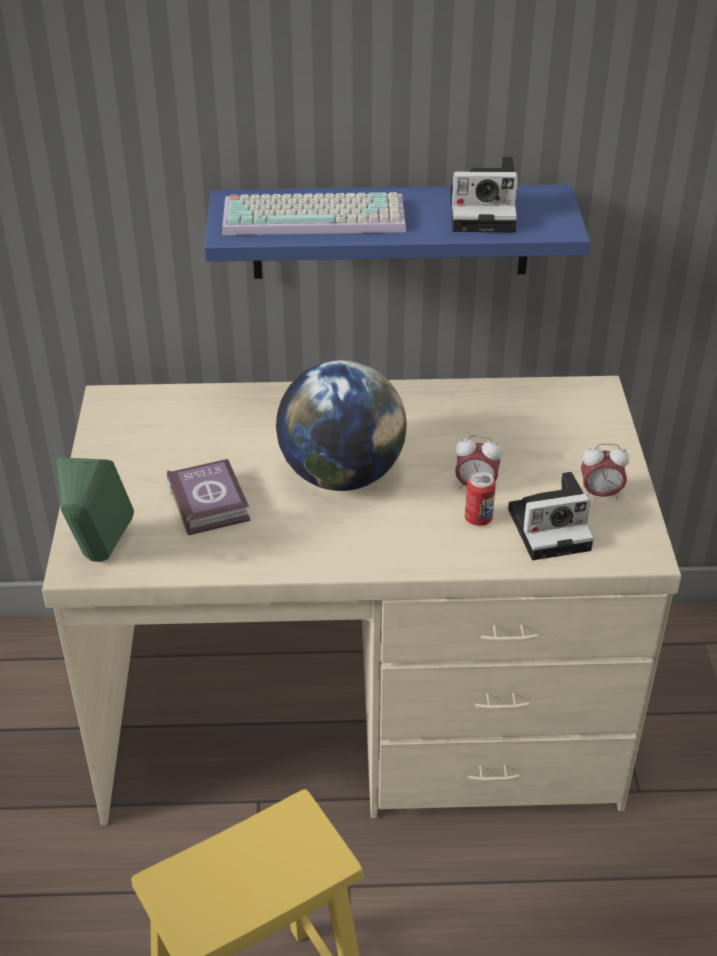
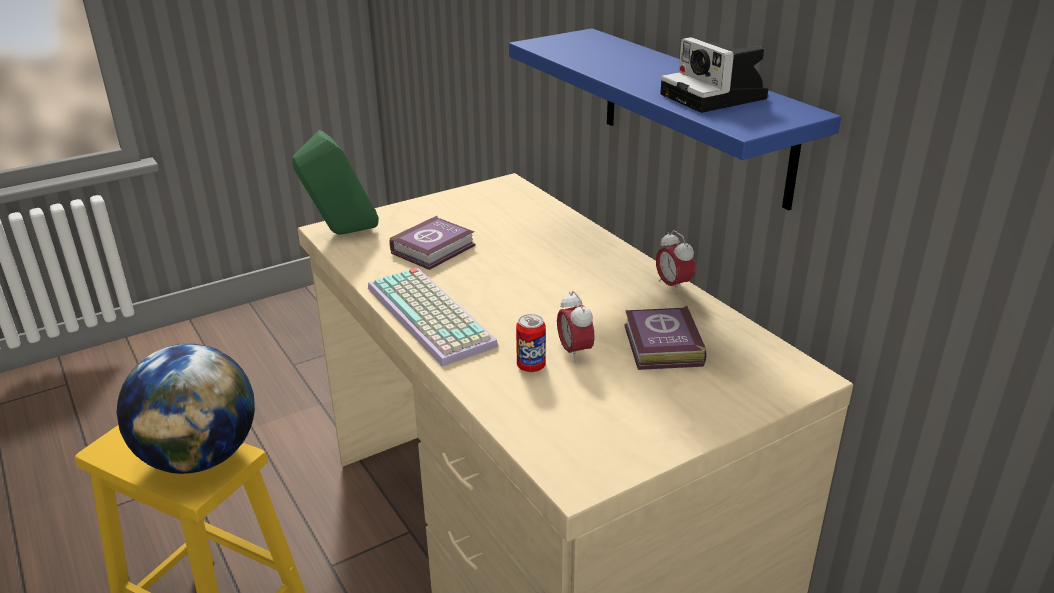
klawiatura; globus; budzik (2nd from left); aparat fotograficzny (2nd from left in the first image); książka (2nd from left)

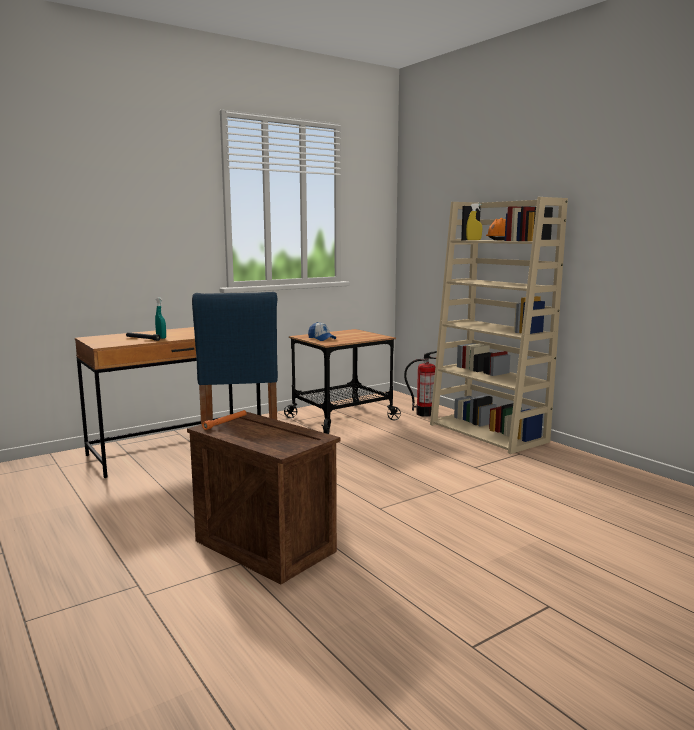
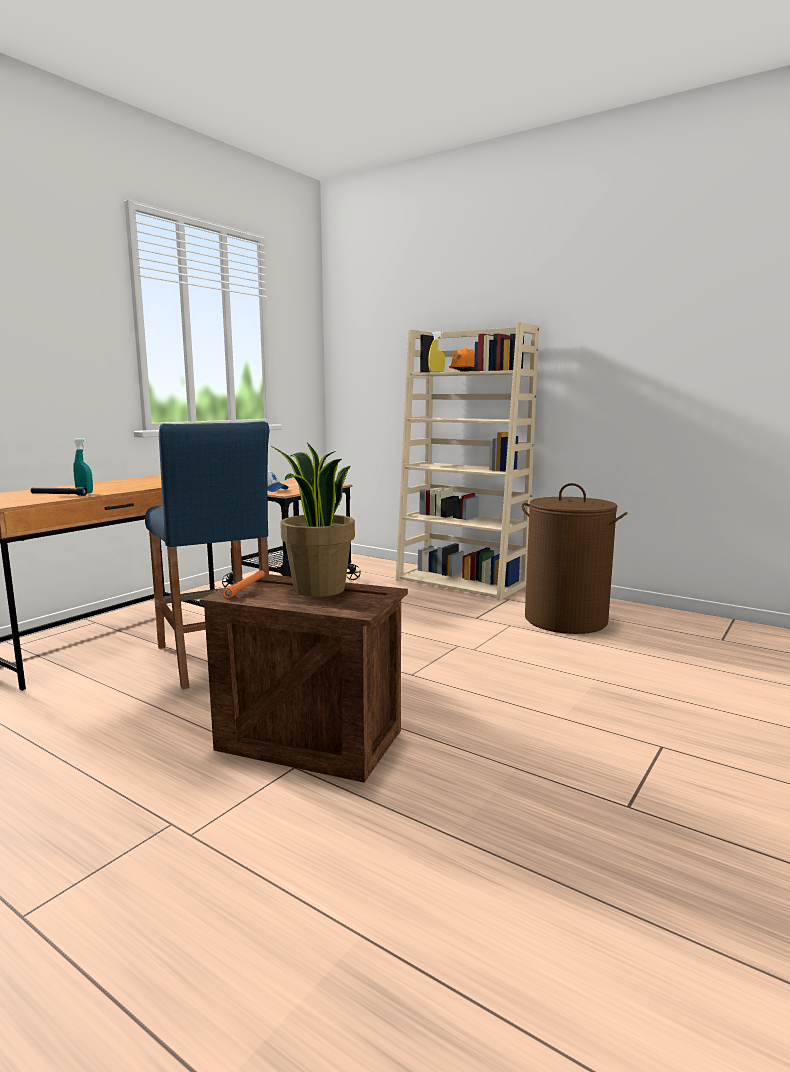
gaśnica; roślina doniczkowa; kosz na pranie (brązowy)

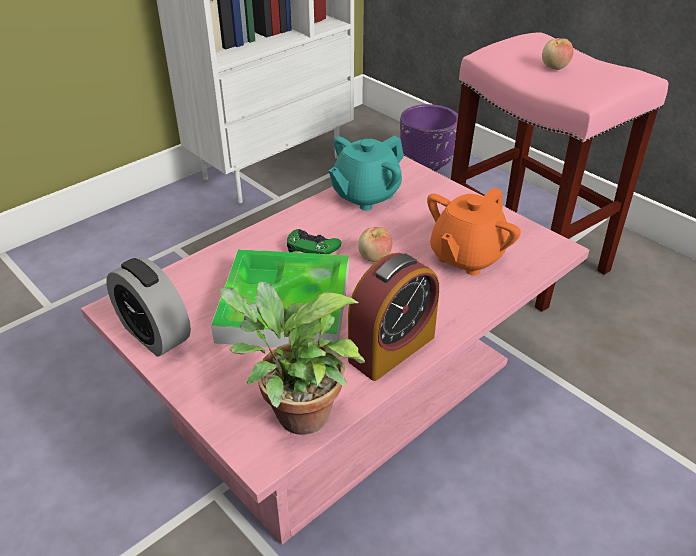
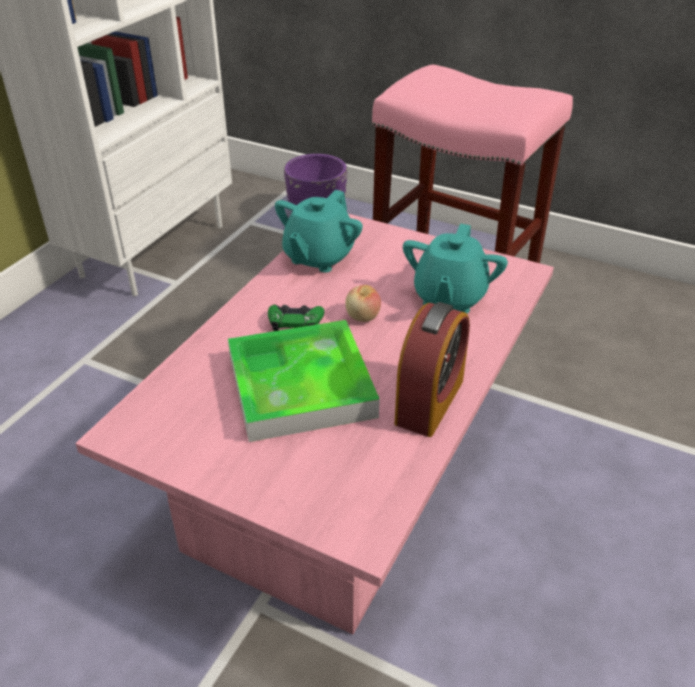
jabłko (2nd from left in the first image); imbryk (turkusowy) (2nd from left); budzik (1st from left in the first image); roślina doniczkowa

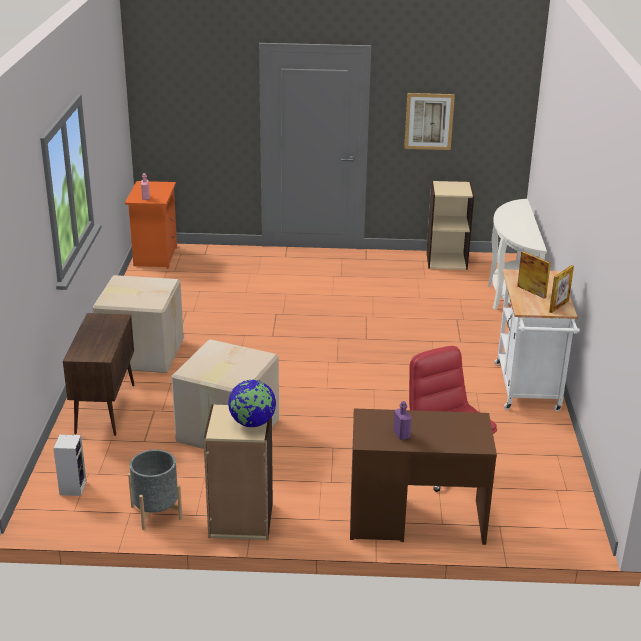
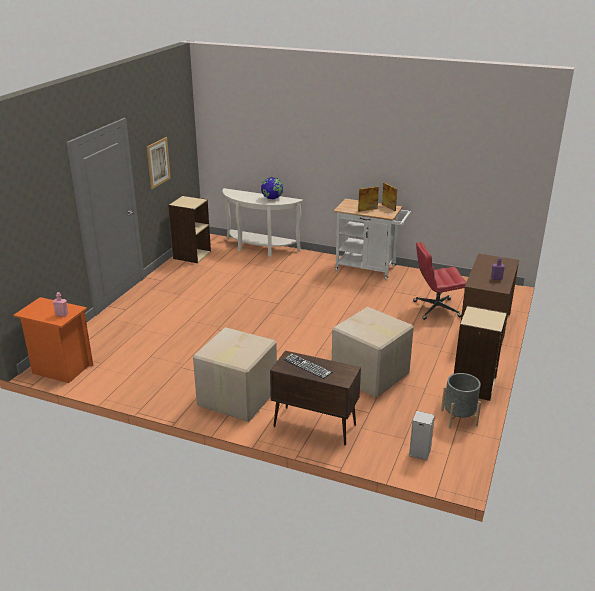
globus; klawiatura

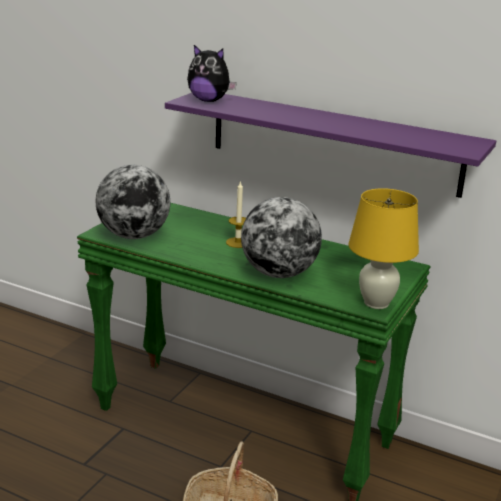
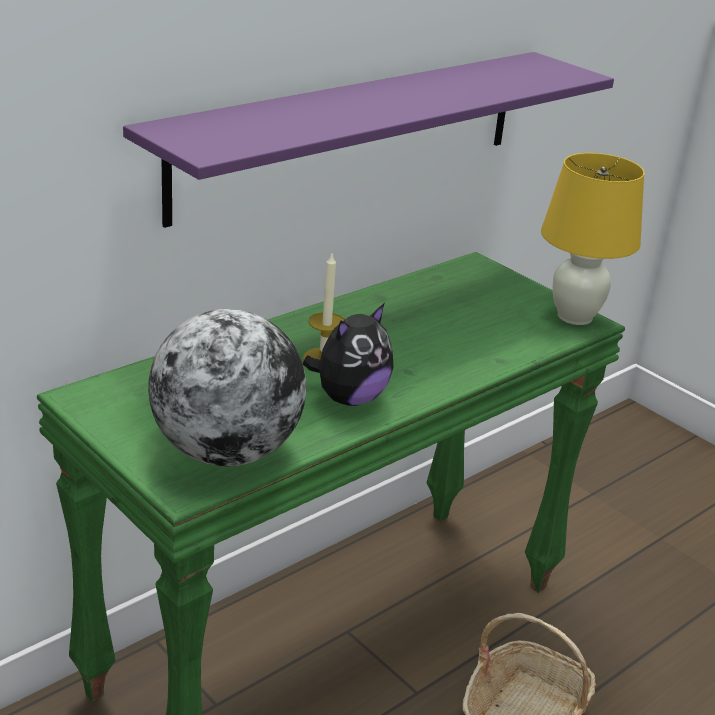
pluszak; globus (2nd from left in the first image)

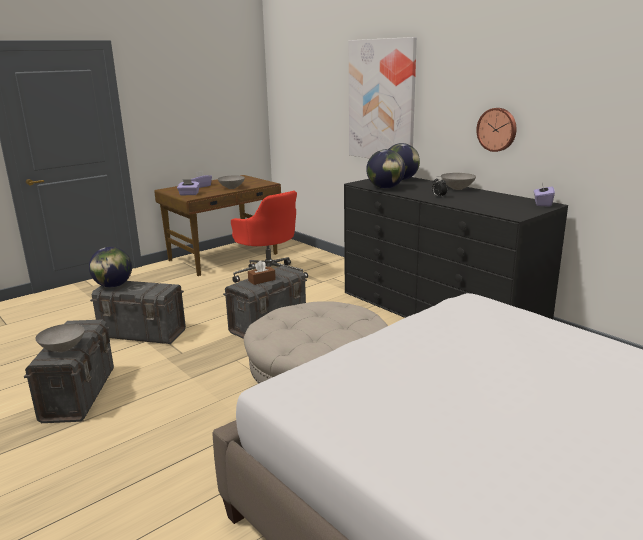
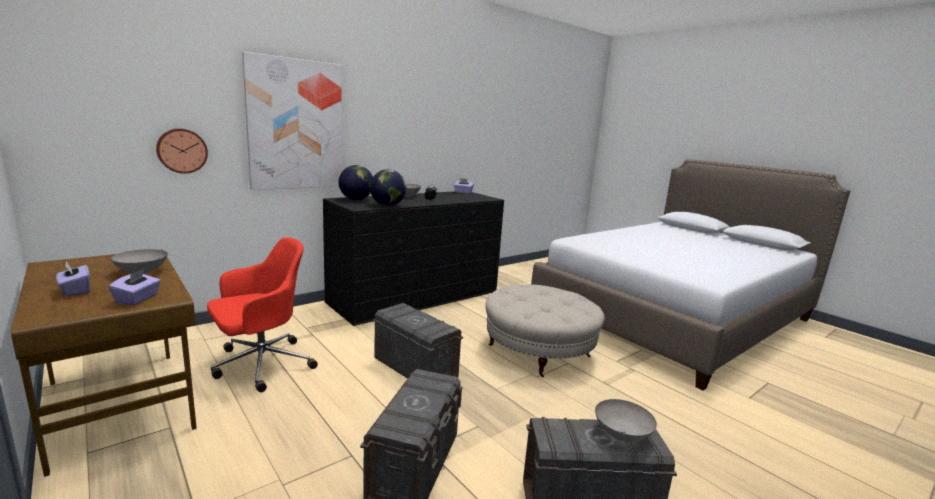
zegar ścienny; globus (1st from left in the first image); pudełko chusteczek (brązowy)

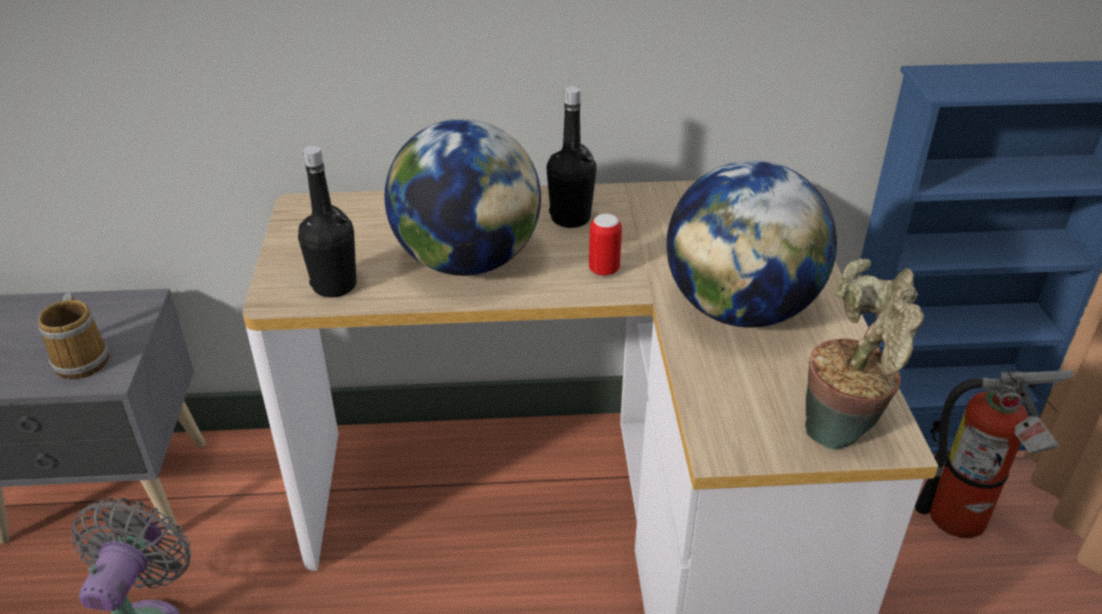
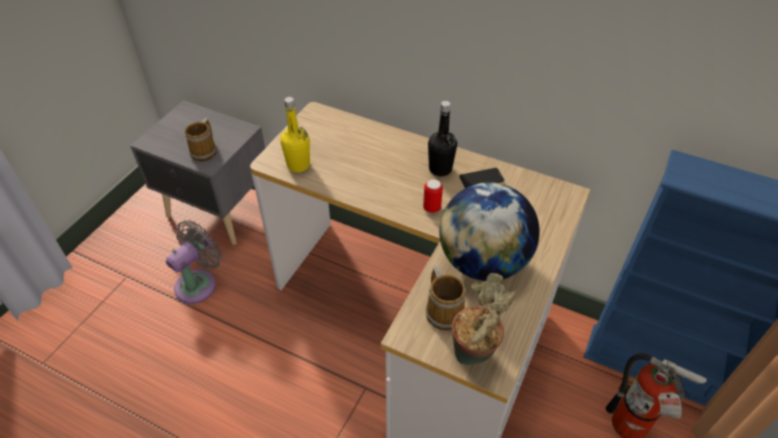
globus (1st from left in the first image); butelka (żółty); telefon; kubek (2nd from left)

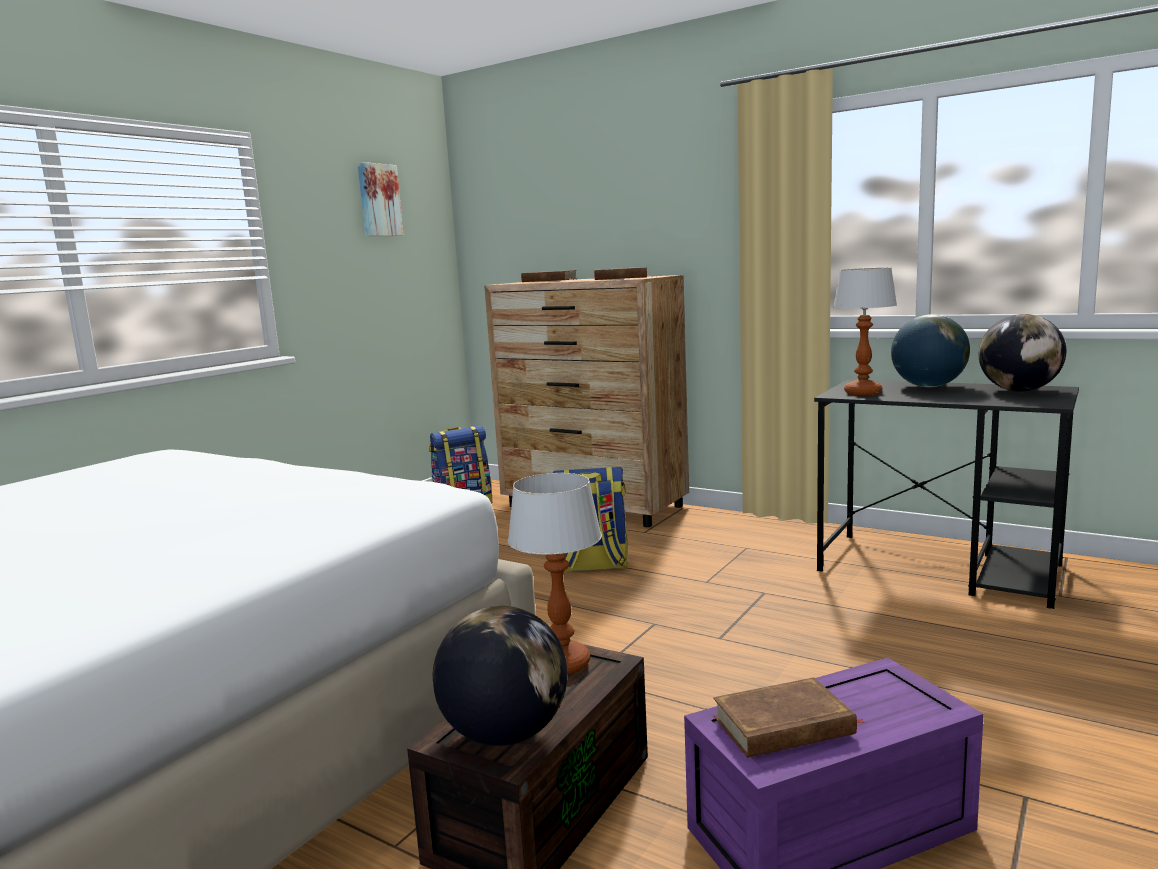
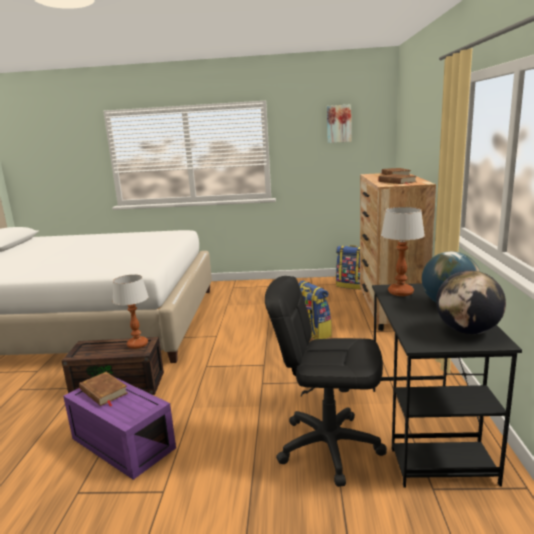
globus (1st from left in the first image); krzesło biurowe (czarny)

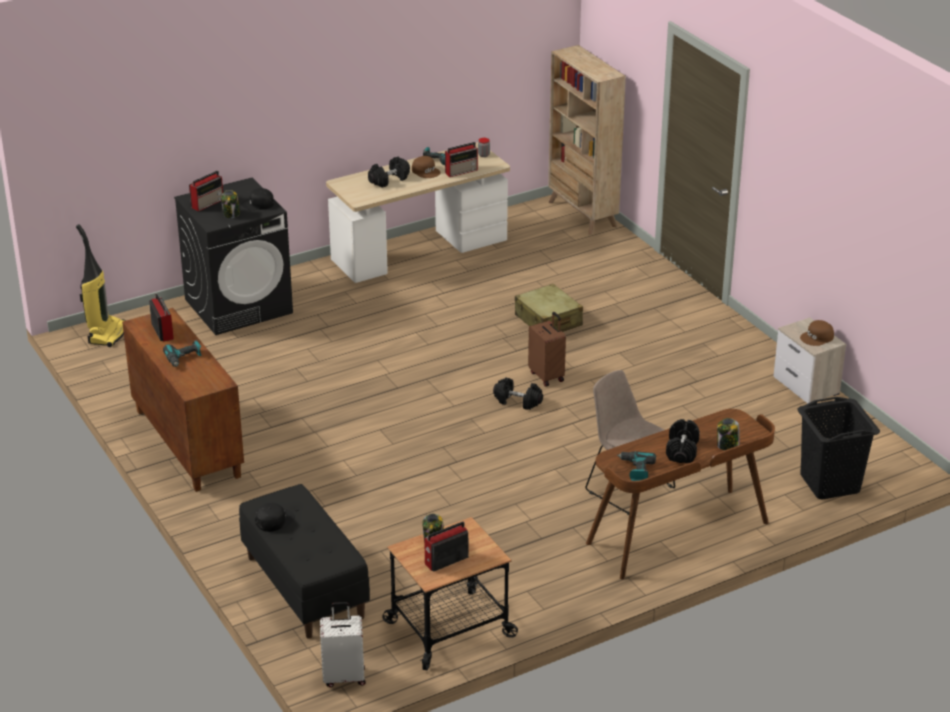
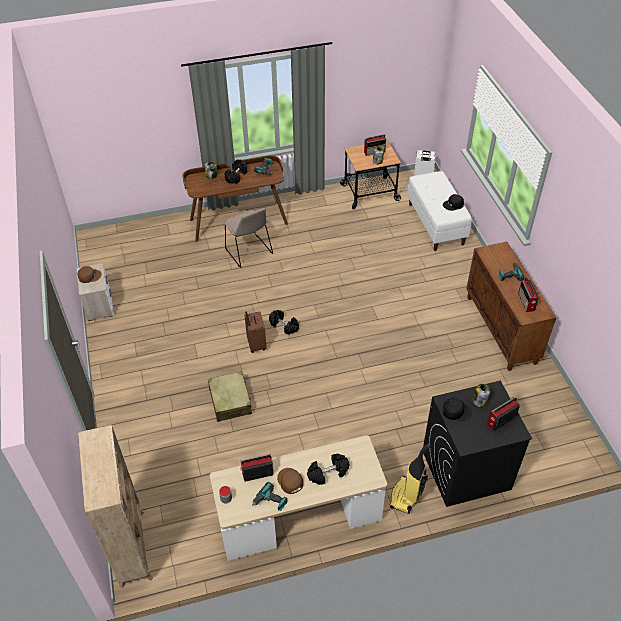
odkurzacz; kosz na pranie (czarny); ławka (biały)

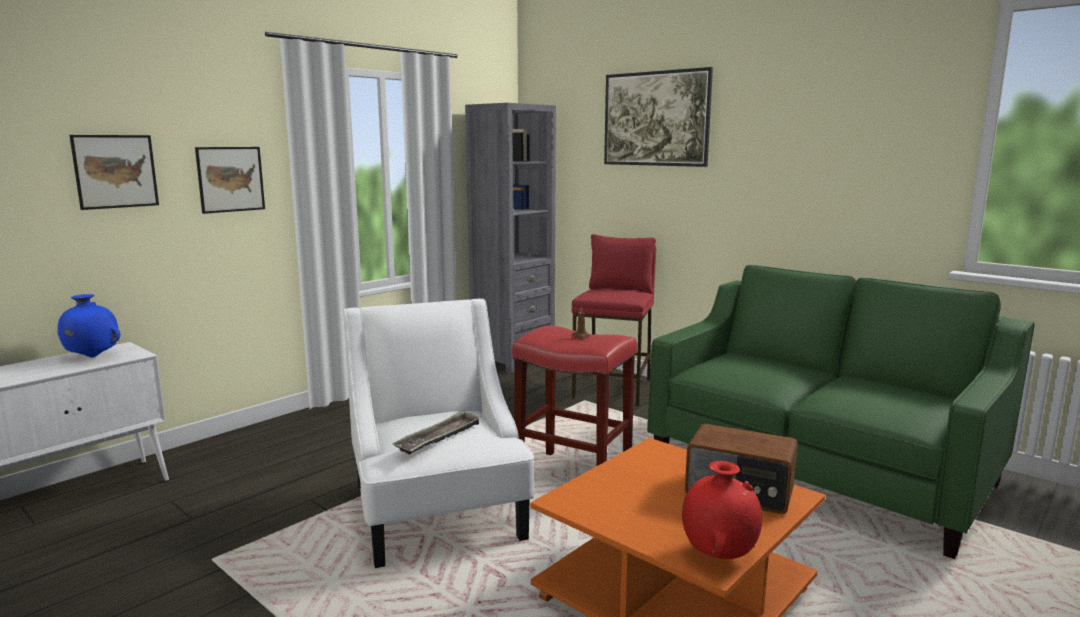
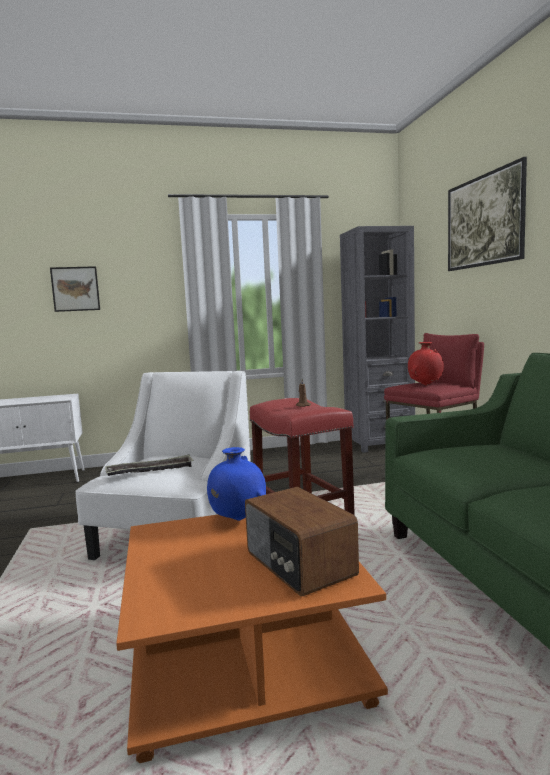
obraz (2nd from left in the first image); wazon (niebieski); wazon (czerwony)

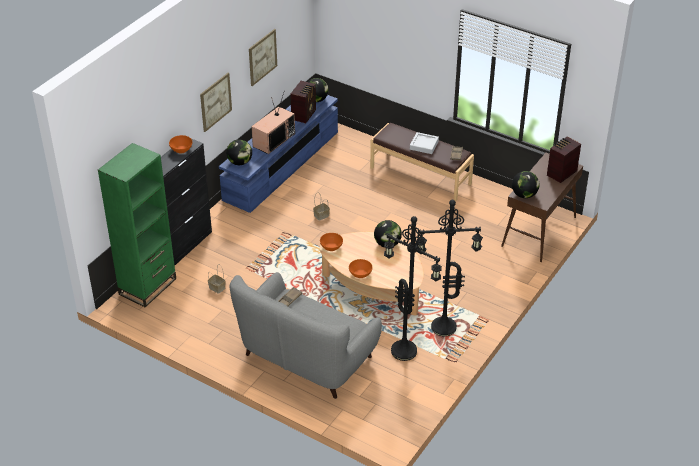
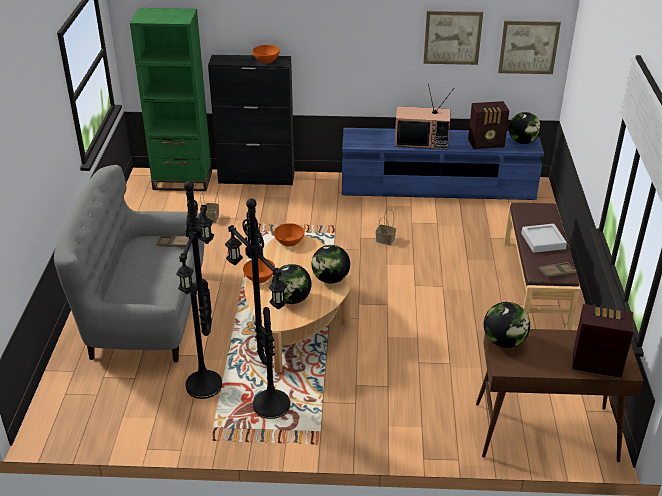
obraz (2nd from left); globus (1st from left)

